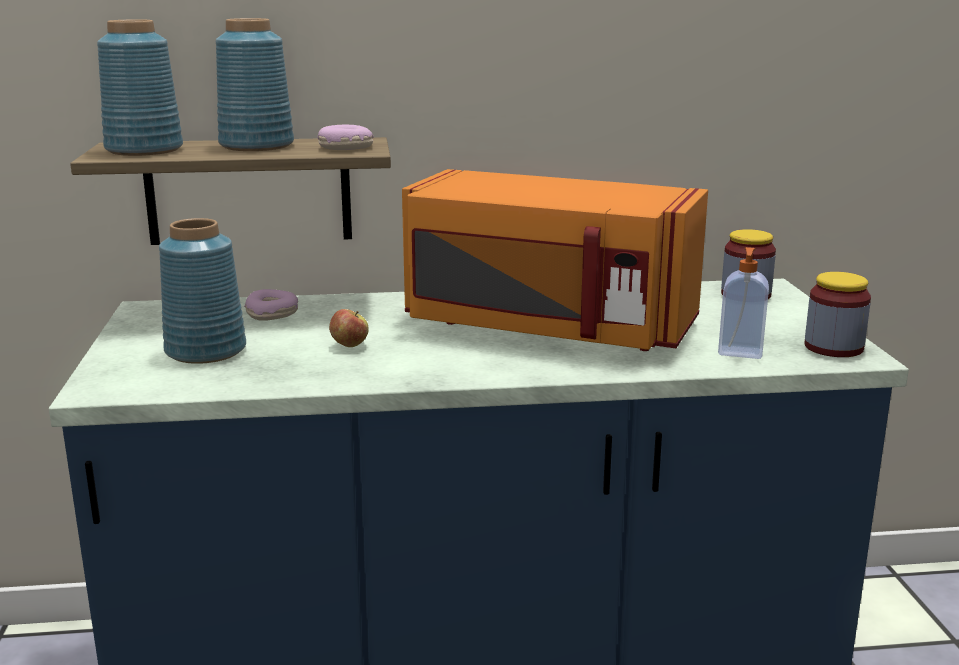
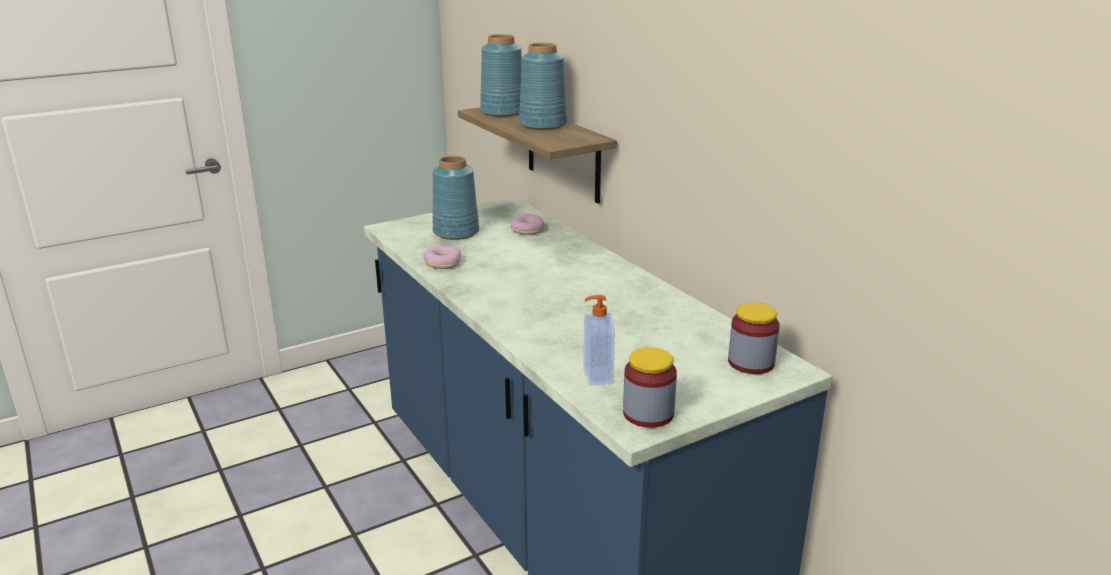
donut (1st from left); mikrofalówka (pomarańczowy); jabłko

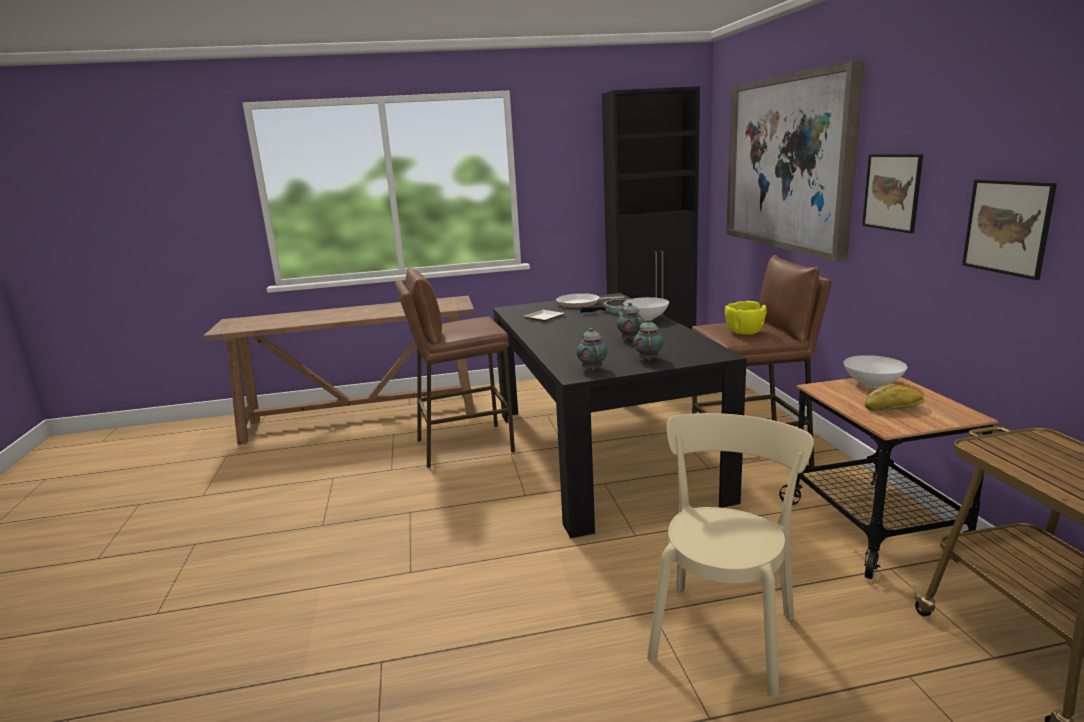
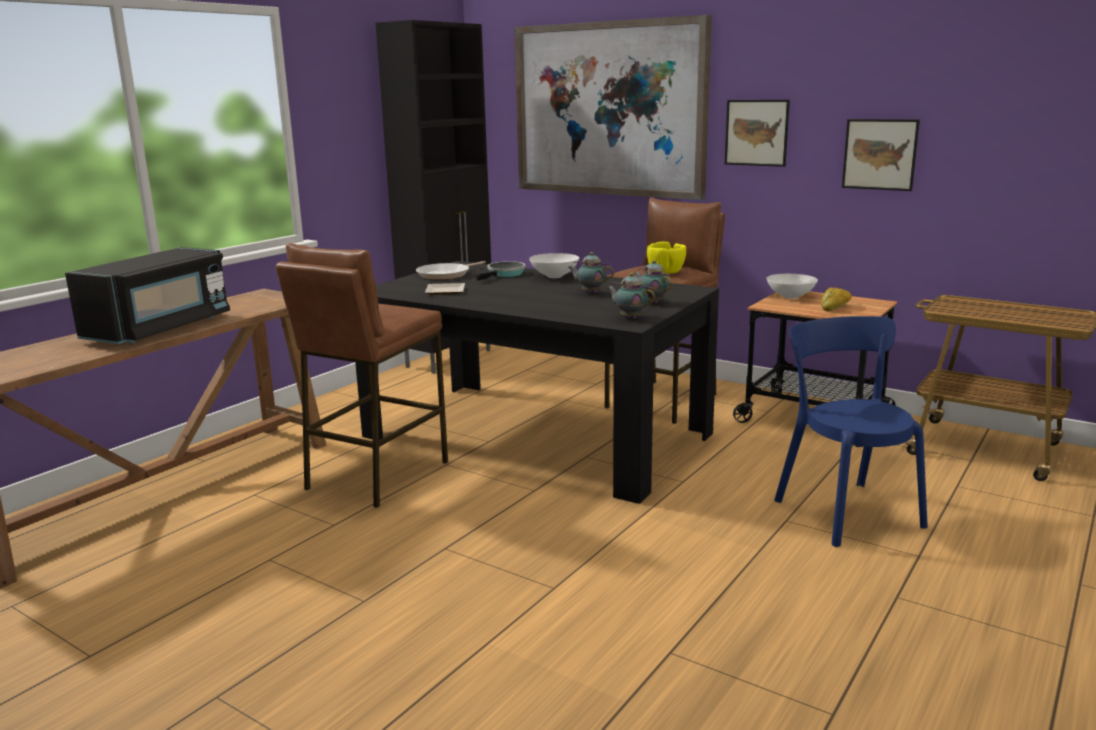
krzesło (niebieski); mikrofalówka (czarny)

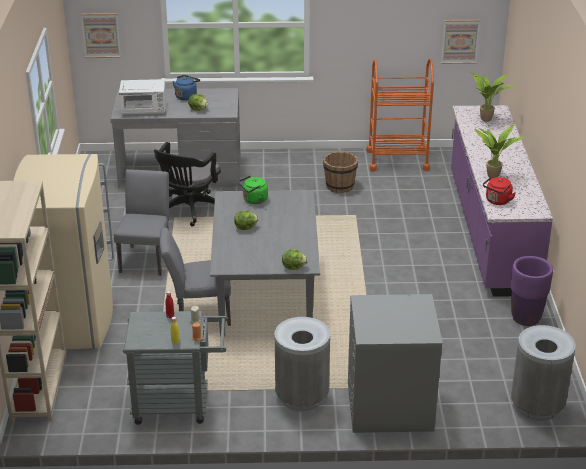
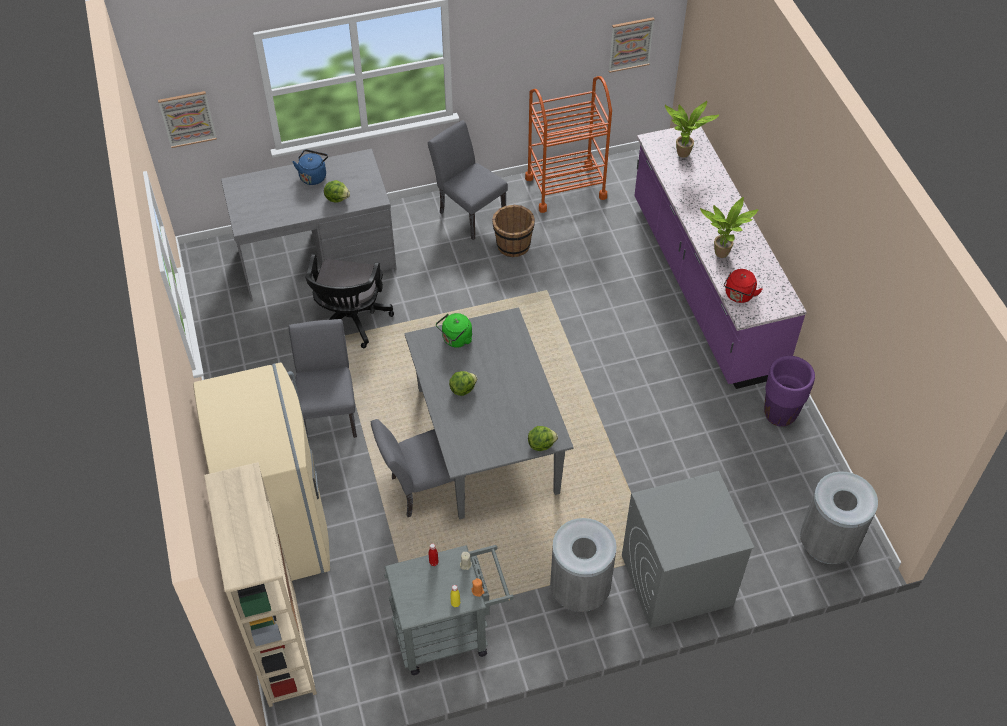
mikrofalówka (biały); krzesło (szary) (3rd from left)

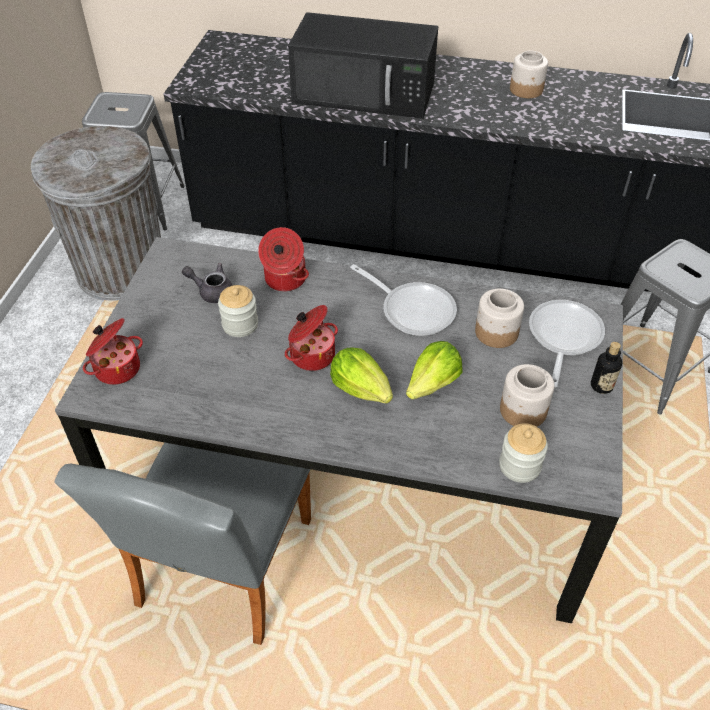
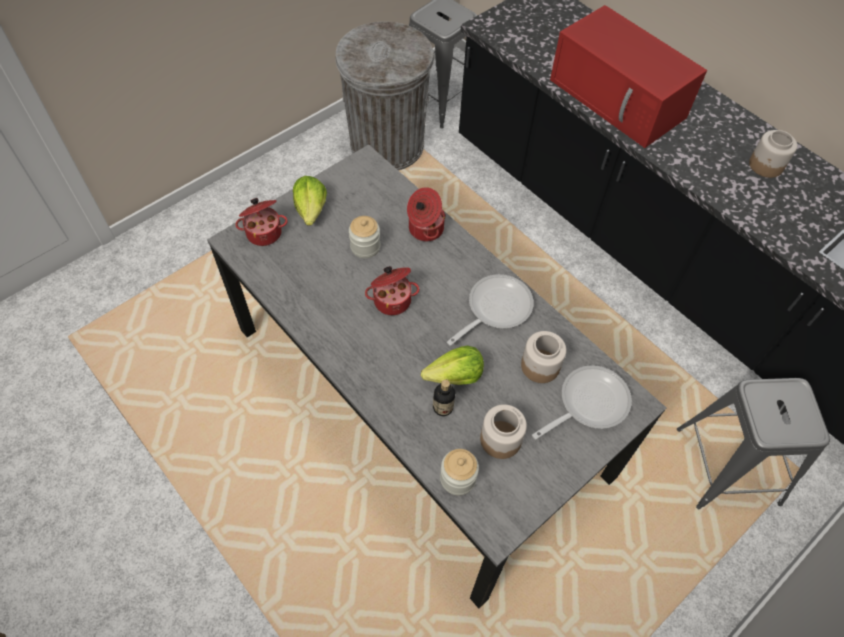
mikrofalówka (czerwony); imbryk (szary); patelnia (1st from left); butelka; sałata (1st from left); krzesło (szary)

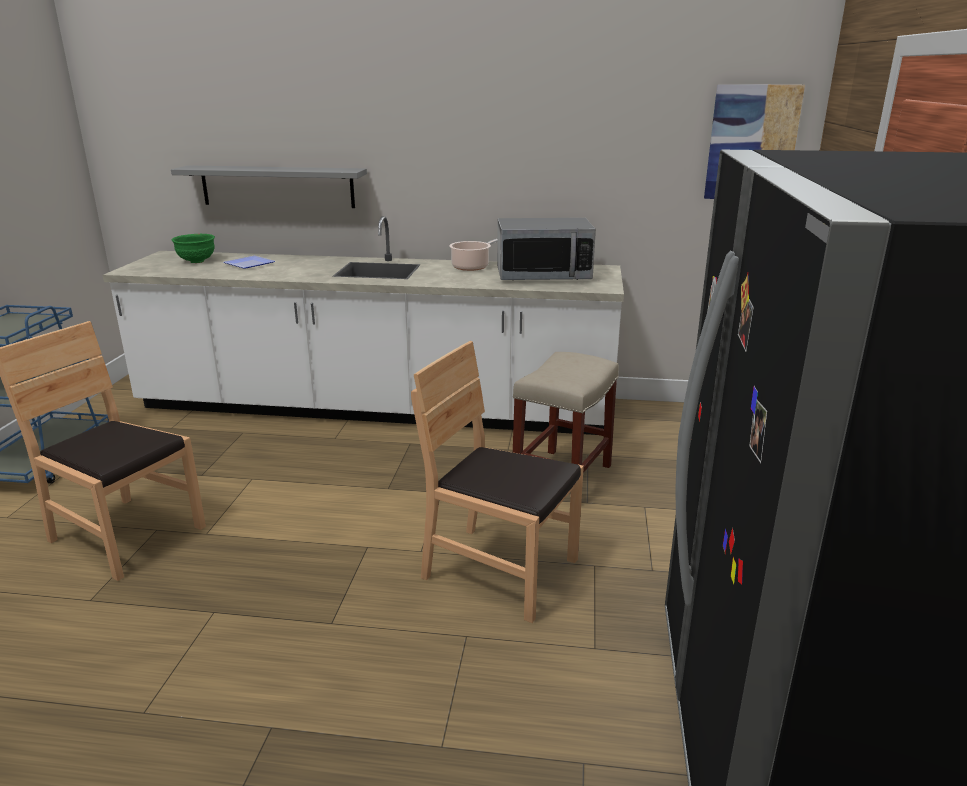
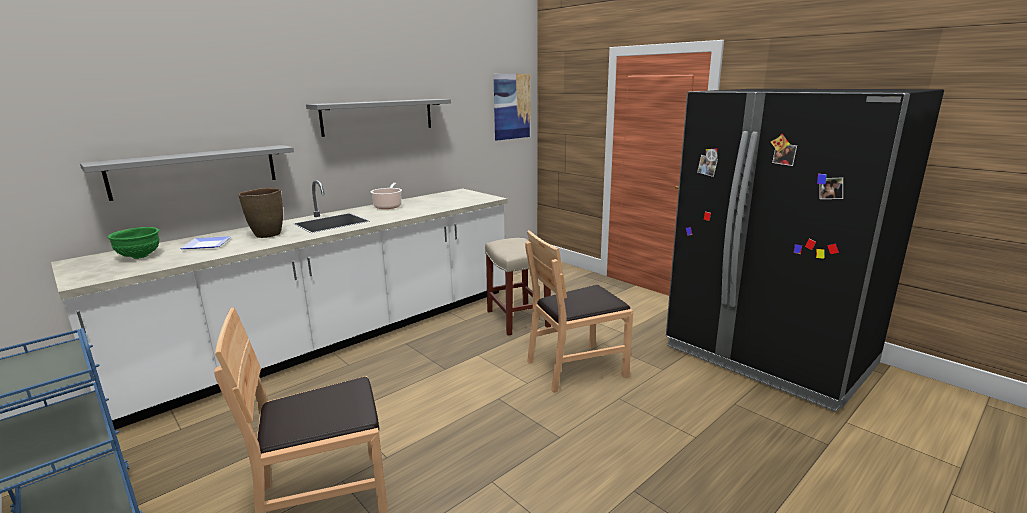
mikrofalówka; półka (szary) (2nd from left); wazon (brązowy)

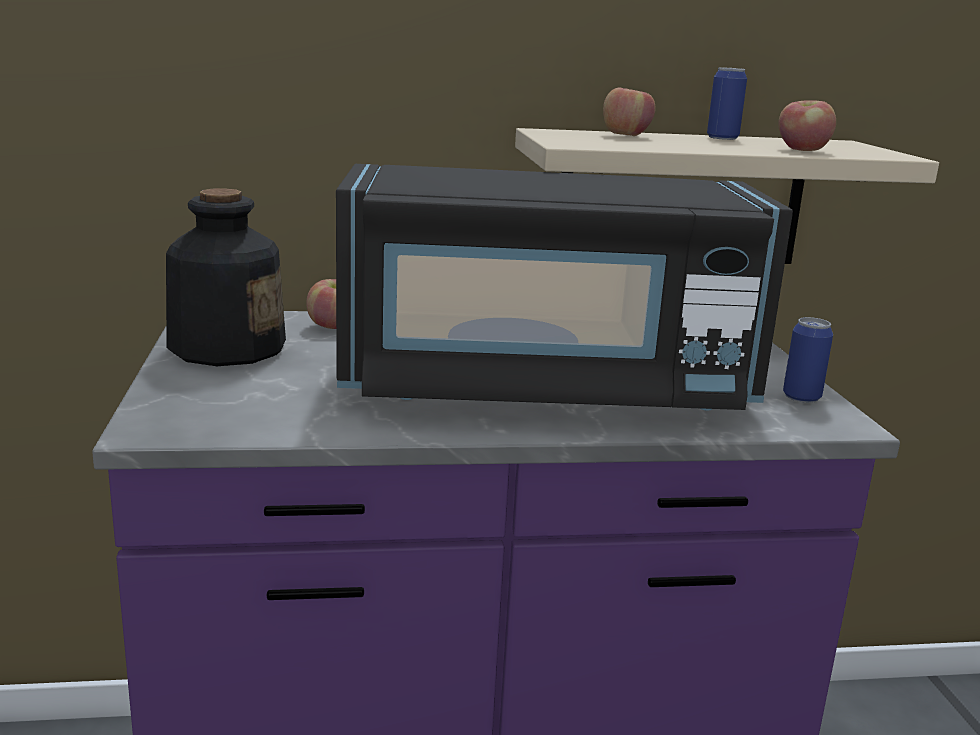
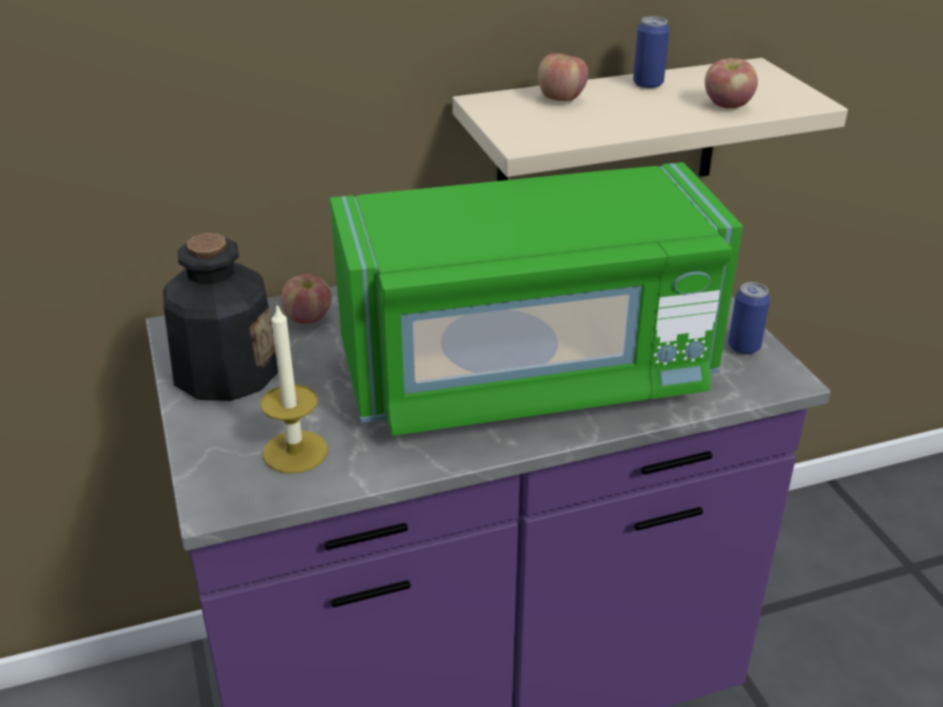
mikrofalówka (zielony); świeca

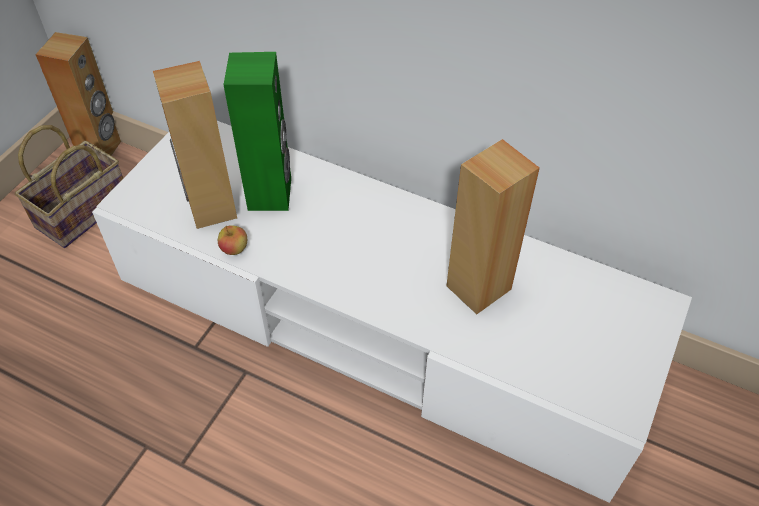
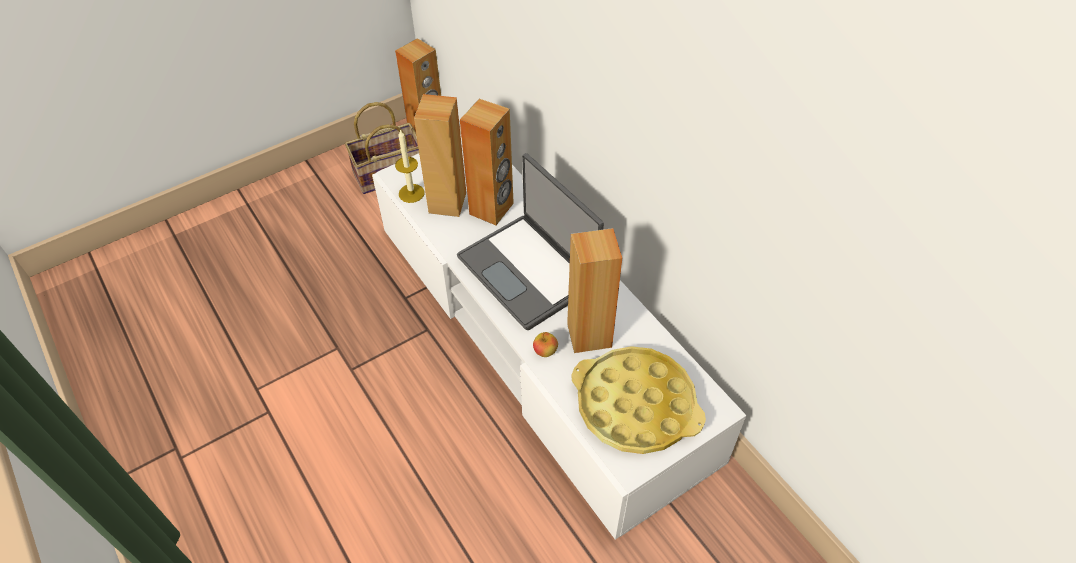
głośnik (brązowy) (3rd from left); jabłko; świeca; laptop; taca (żółty)

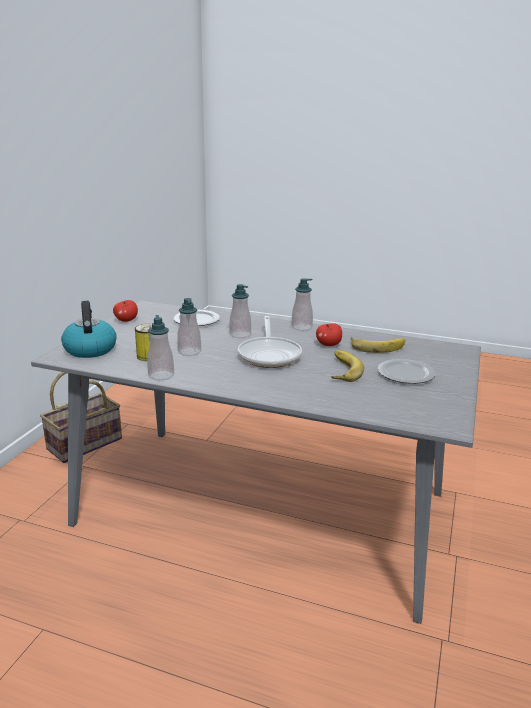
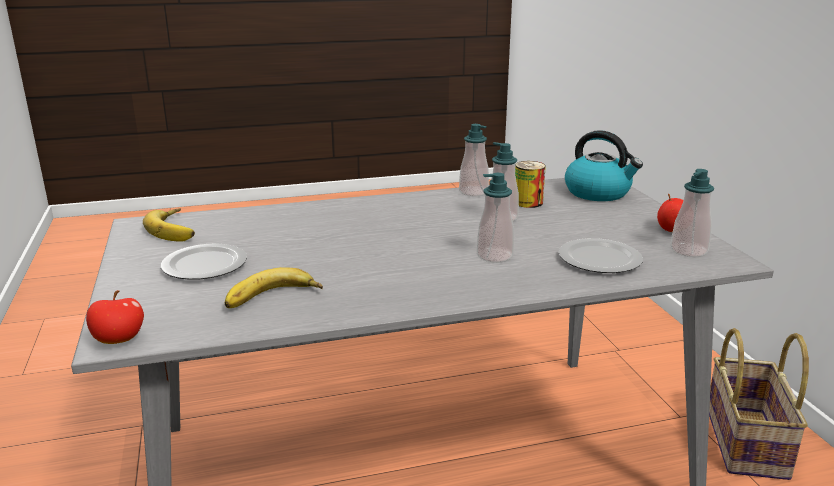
dozownik mydła (4th from left); patelnia; jabłko (1st from left); banan (1st from left)

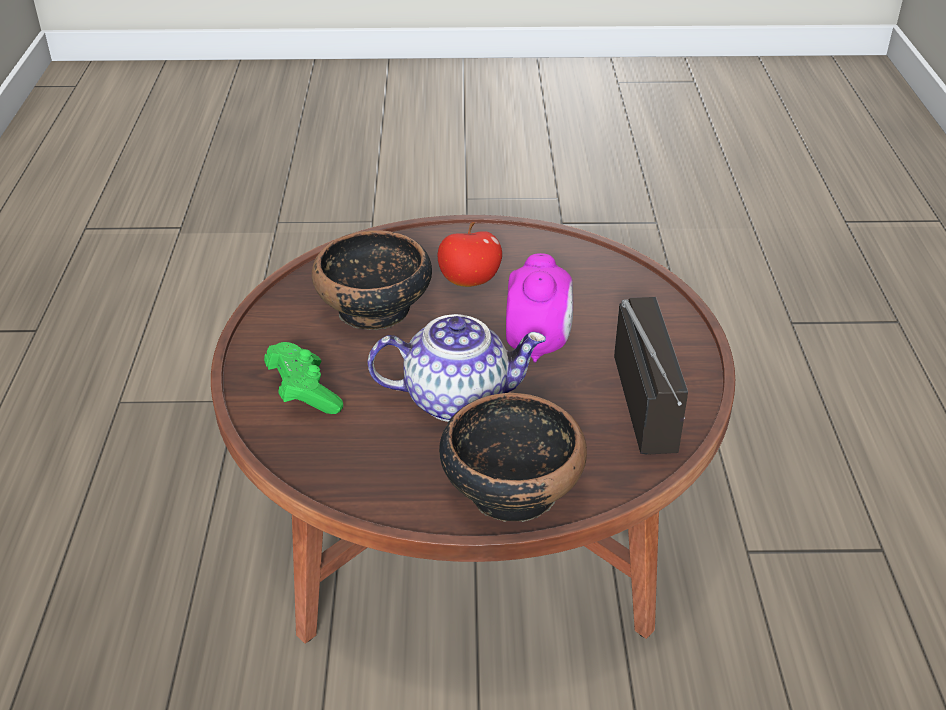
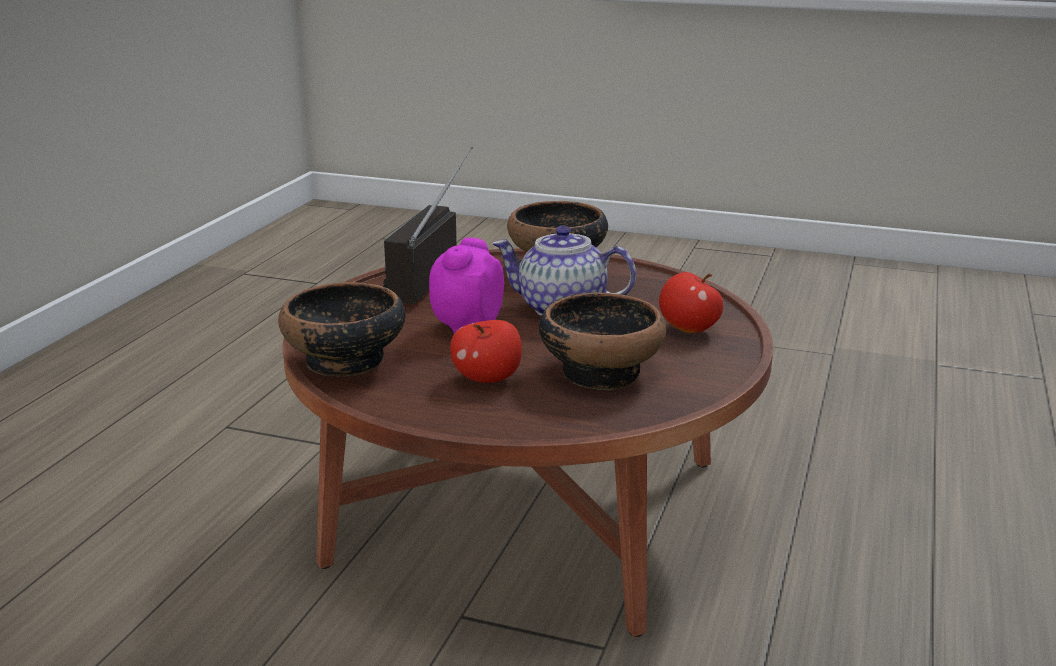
jabłko (2nd from left); miska (1st from left)

